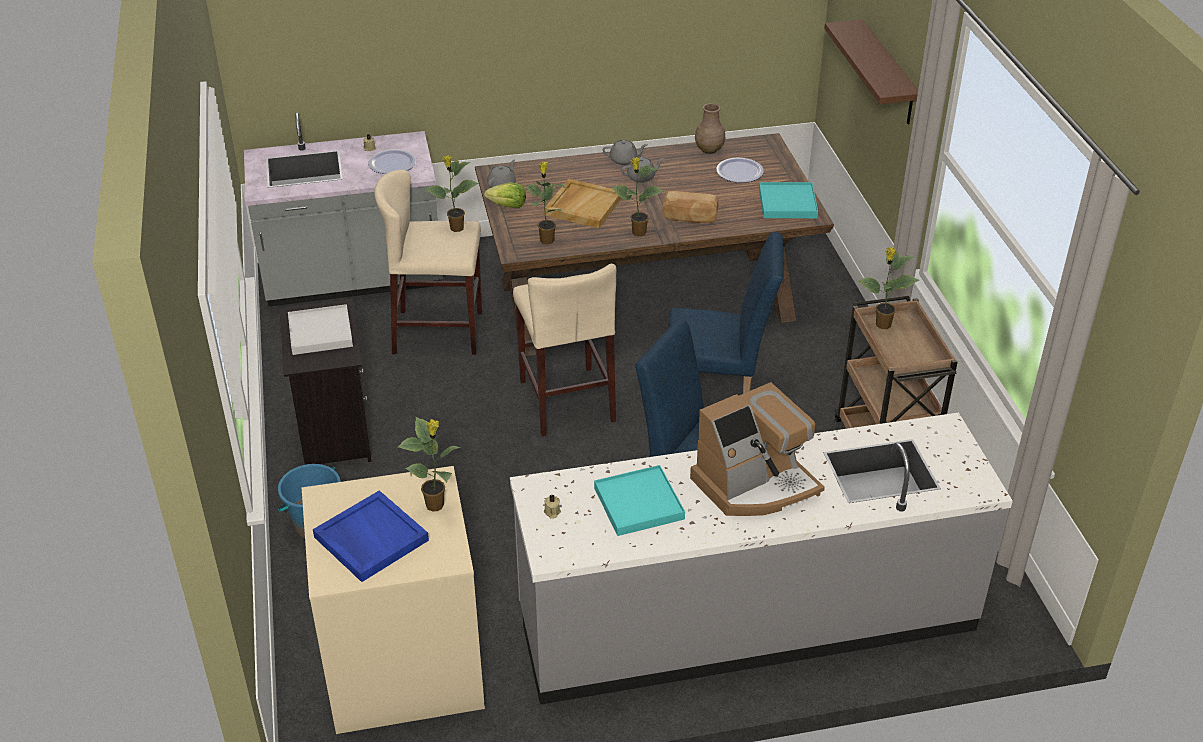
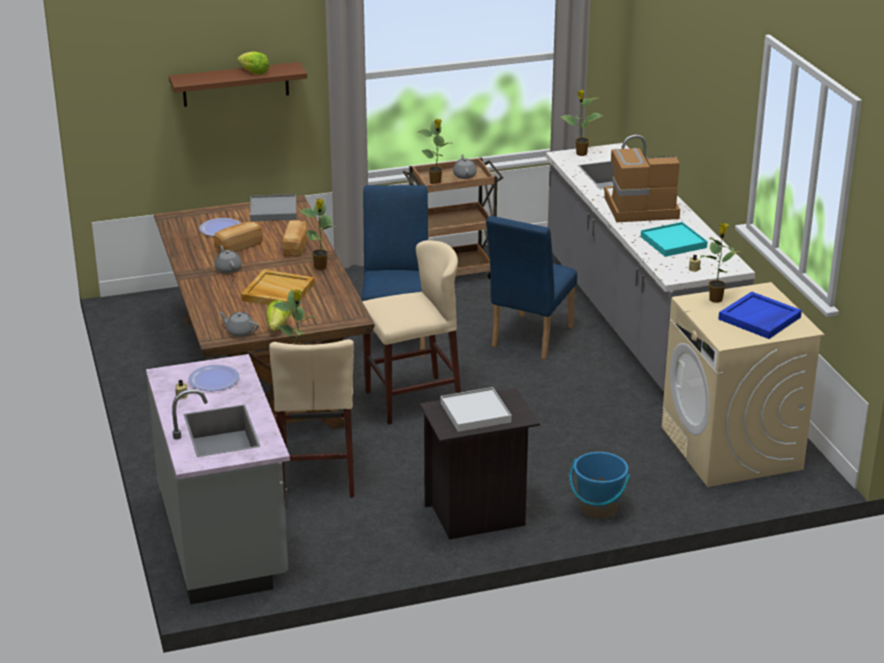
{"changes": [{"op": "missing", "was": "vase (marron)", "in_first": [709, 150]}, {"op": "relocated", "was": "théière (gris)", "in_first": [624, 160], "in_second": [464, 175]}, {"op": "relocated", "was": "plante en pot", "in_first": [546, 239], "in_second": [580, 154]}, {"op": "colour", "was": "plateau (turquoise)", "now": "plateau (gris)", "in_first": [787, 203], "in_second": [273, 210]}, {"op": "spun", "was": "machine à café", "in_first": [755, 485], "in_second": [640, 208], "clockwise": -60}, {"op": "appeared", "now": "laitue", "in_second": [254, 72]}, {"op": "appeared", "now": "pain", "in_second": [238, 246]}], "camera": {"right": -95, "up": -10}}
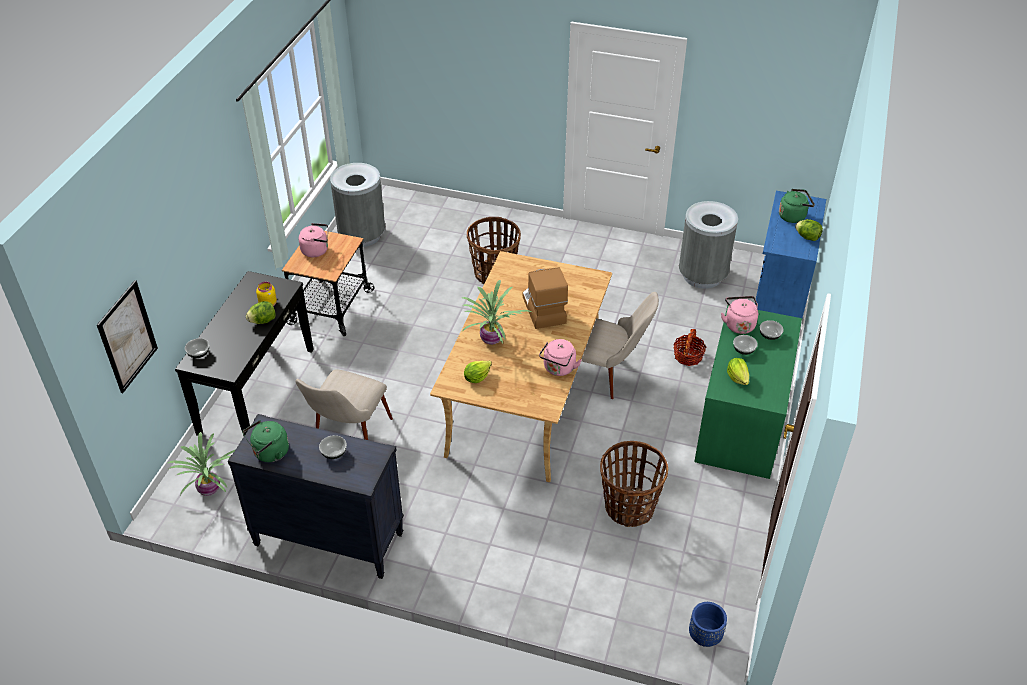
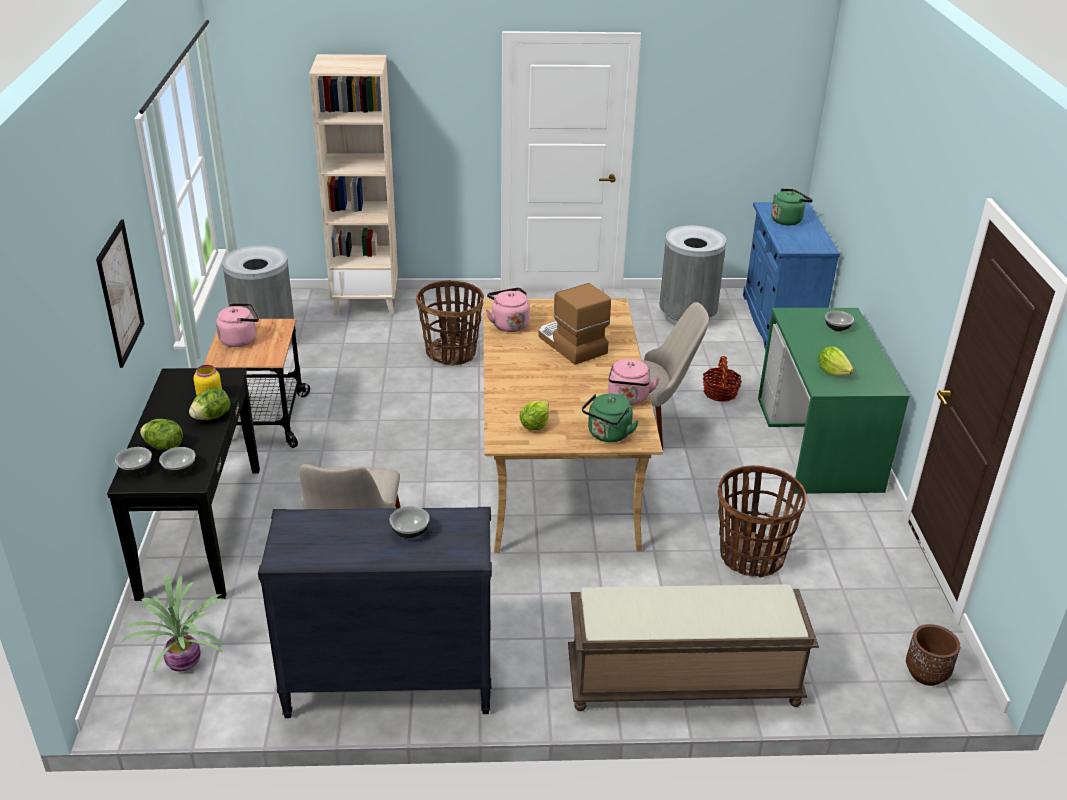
{"changes": [{"op": "relocated", "was": "laitue", "in_first": [807, 237], "in_second": [164, 446]}, {"op": "relocated", "was": "tableau", "in_first": [127, 337], "in_second": [120, 293]}, {"op": "missing", "was": "plante en pot", "in_first": [493, 340]}, {"op": "relocated", "was": "bouilloire (rose)", "in_first": [738, 324], "in_second": [509, 324]}, {"op": "relocated", "was": "bol", "in_first": [743, 350], "in_second": [179, 469]}, {"op": "relocated", "was": "bouilloire (vert)", "in_first": [269, 453], "in_second": [608, 435]}, {"op": "colour", "was": "cache-pot (bleu)", "now": "cache-pot (marron)", "in_first": [705, 636], "in_second": [926, 674]}, {"op": "appeared", "now": "bibliothèque (beige)", "in_second": [366, 302]}, {"op": "appeared", "now": "banc (marron)", "in_second": [681, 682]}], "camera": {"right": -20, "up": -10}}
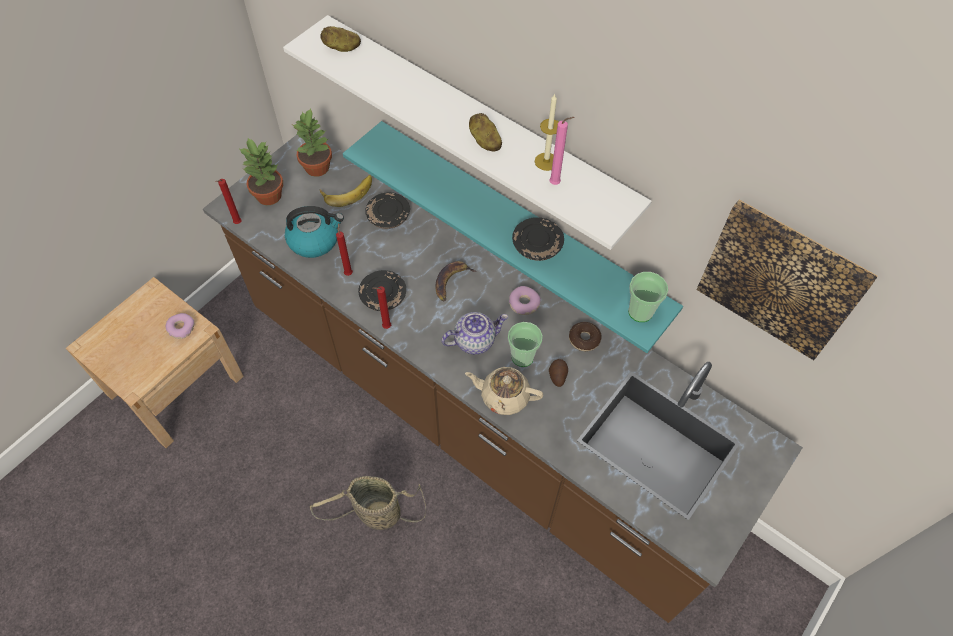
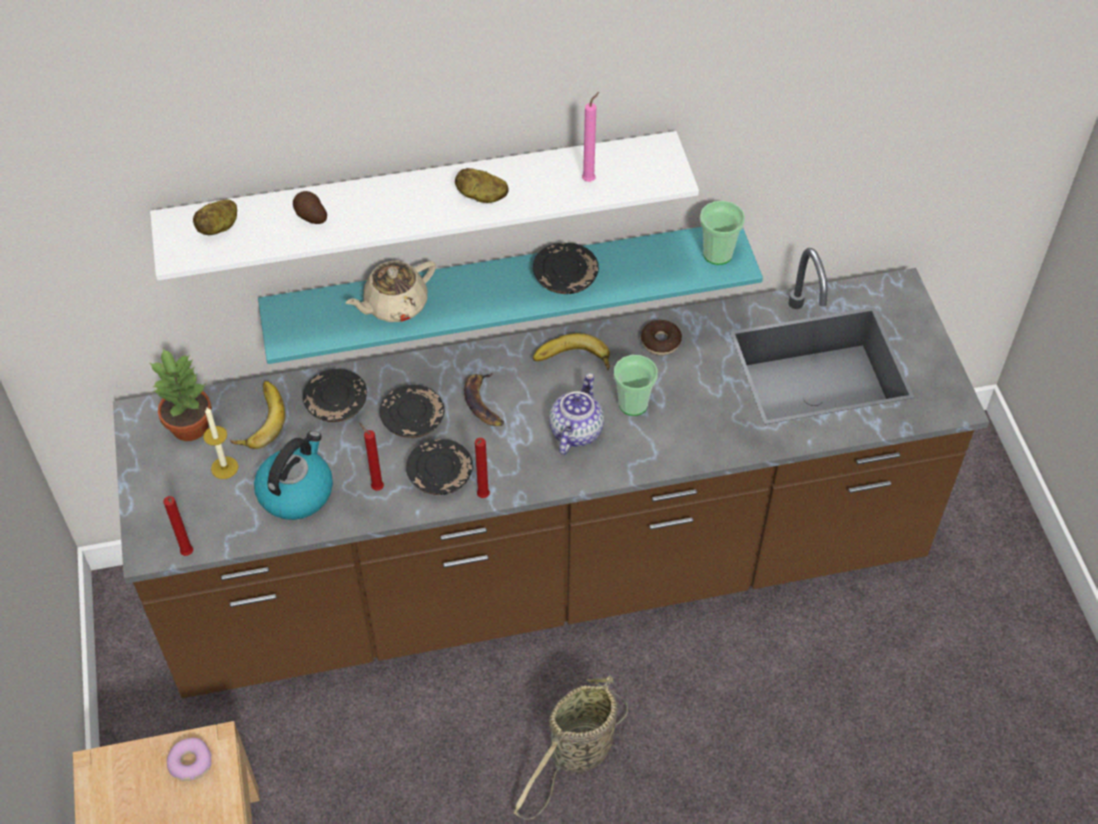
{"changes": [{"op": "relocated", "was": "bougie", "in_first": [546, 161], "in_second": [224, 467]}, {"op": "missing", "was": "plante en pot", "in_first": [269, 195]}, {"op": "missing", "was": "tableau", "in_first": [781, 279]}, {"op": "exchanged", "was": "beignet", "now": "banane", "in_first": [523, 304], "in_second": [572, 361]}, {"op": "relocated", "was": "pomme de terre", "in_first": [557, 375], "in_second": [310, 216]}, {"op": "relocated", "was": "théière (beige)", "in_first": [504, 396], "in_second": [394, 305]}, {"op": "appeared", "now": "assiette (noir)", "in_second": [412, 419]}], "camera": {"right": -50, "up": -5}}
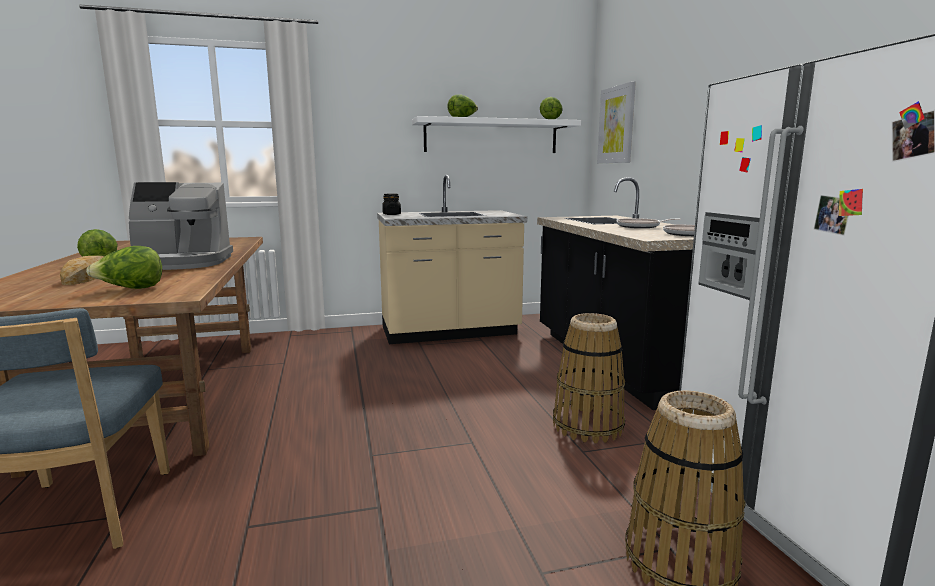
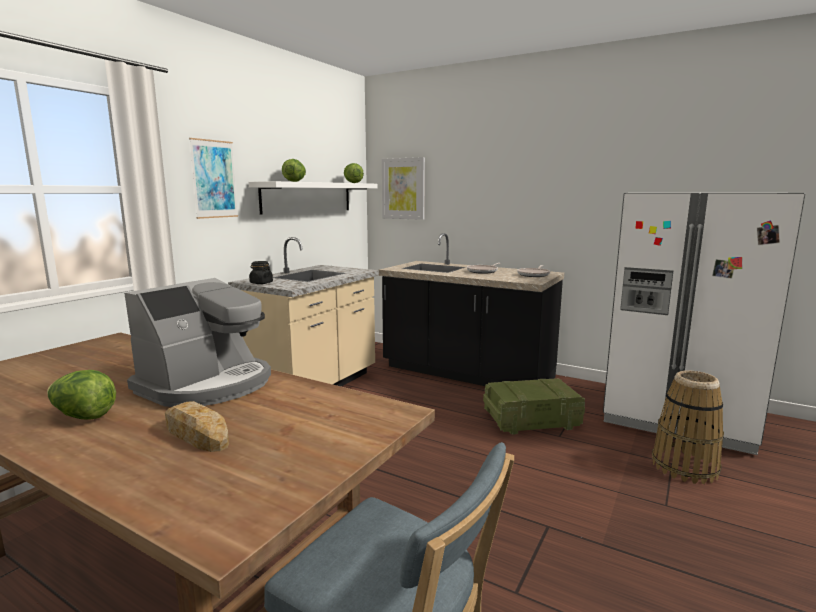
{"changes": [{"op": "missing", "was": "laitue", "in_first": [131, 289]}, {"op": "exchanged", "was": "panier", "now": "caisse", "in_first": [588, 426], "in_second": [532, 420]}, {"op": "appeared", "now": "tableau", "in_second": [214, 179]}], "camera": {"right": -45, "up": 0}}
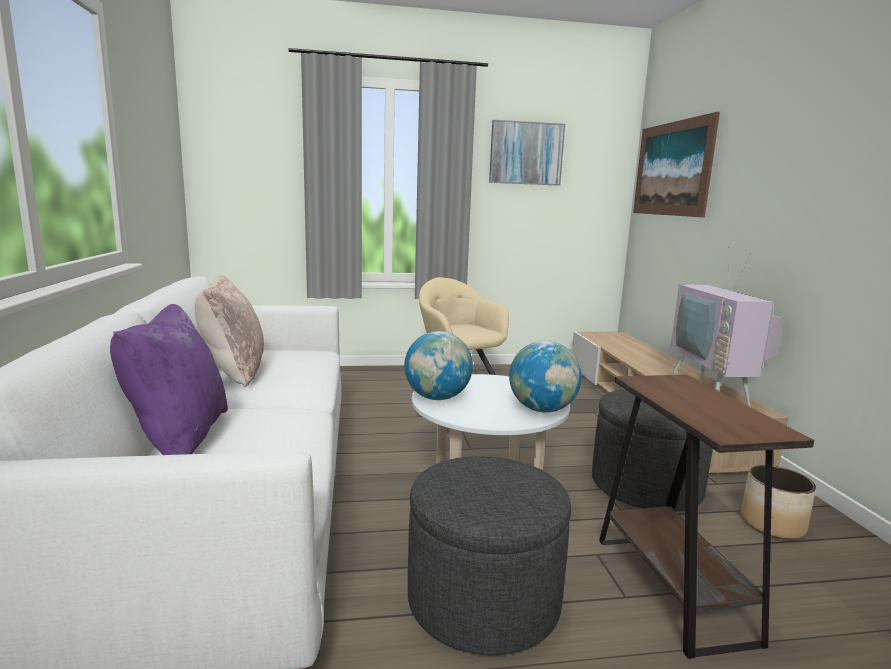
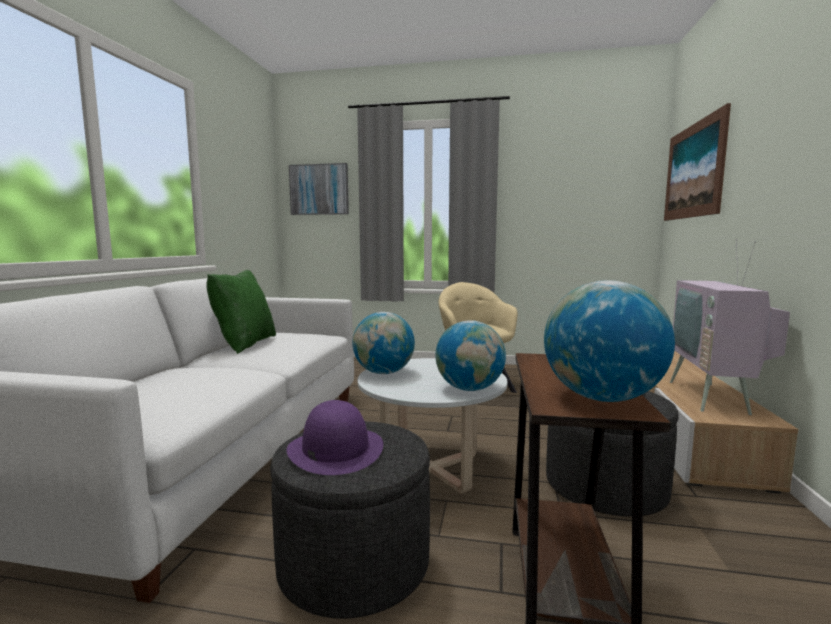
{"changes": [{"op": "relocated", "was": "tableau", "in_first": [526, 153], "in_second": [319, 189]}, {"op": "colour", "was": "coussin (beige)", "now": "coussin (vert)", "in_first": [233, 372], "in_second": [244, 344]}, {"op": "missing", "was": "coussin (violet)", "in_first": [179, 437]}, {"op": "missing", "was": "cache-pot", "in_first": [773, 524]}, {"op": "appeared", "now": "globe", "in_second": [601, 398]}, {"op": "appeared", "now": "chapeau (violet)", "in_second": [335, 449]}], "camera": {"right": 20, "up": -5}}
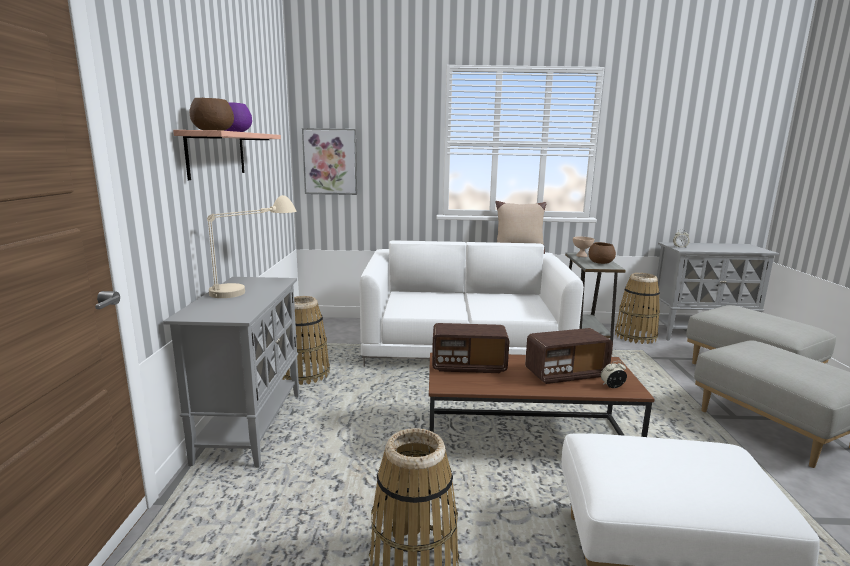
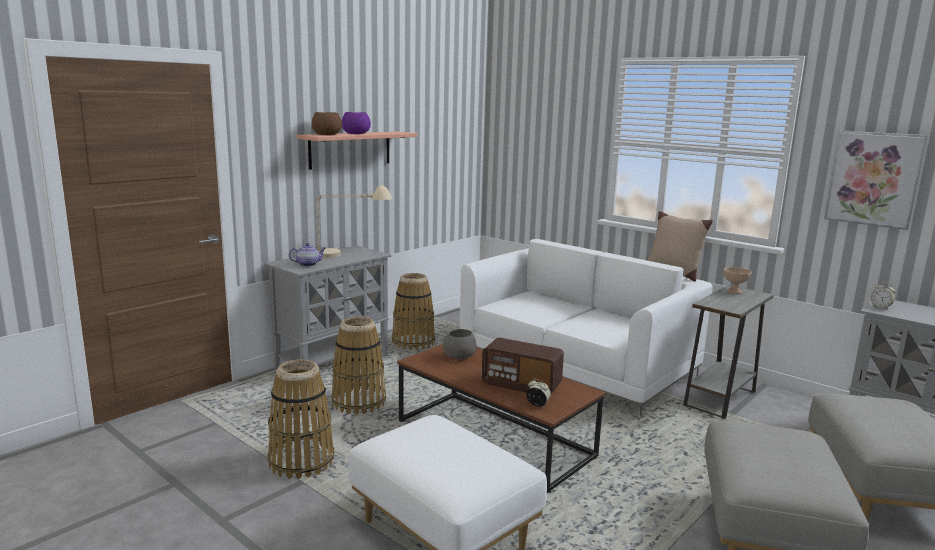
{"changes": [{"op": "relocated", "was": "tableau", "in_first": [330, 161], "in_second": [874, 178]}, {"op": "missing", "was": "bol (marron)", "in_first": [600, 262]}, {"op": "relocated", "was": "panier", "in_first": [635, 336], "in_second": [359, 402]}, {"op": "exchanged", "was": "radio", "now": "bol (gris)", "in_first": [468, 366], "in_second": [459, 356]}, {"op": "appeared", "now": "théière", "in_second": [308, 264]}], "camera": {"right": 40, "up": 0}}
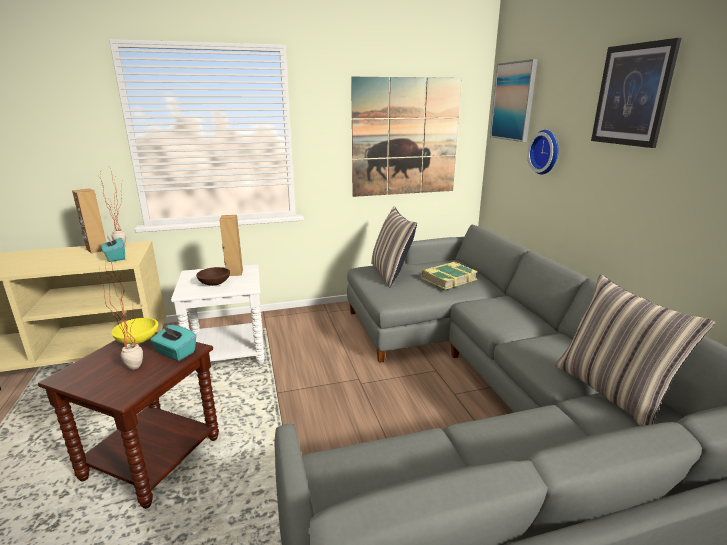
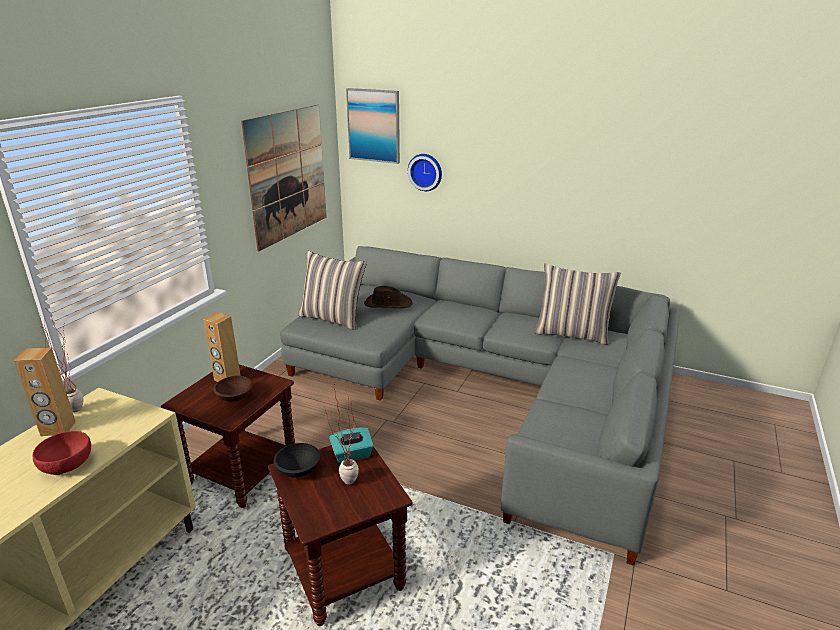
{"changes": [{"op": "missing", "was": "tableau", "in_first": [632, 95]}, {"op": "missing", "was": "boîte à mouchoirs (turquoise)", "in_first": [115, 257]}, {"op": "exchanged", "was": "livre", "now": "chapeau (marron)", "in_first": [448, 279], "in_second": [388, 304]}, {"op": "colour", "was": "table d'appoint (blanc)", "now": "table d'appoint (marron)", "in_first": [228, 352], "in_second": [241, 470]}, {"op": "colour", "was": "bol (jaune)", "now": "bol (noir)", "in_first": [138, 340], "in_second": [297, 469]}, {"op": "appeared", "now": "bol (rouge)", "in_second": [68, 464]}], "camera": {"right": -50, "up": 5}}
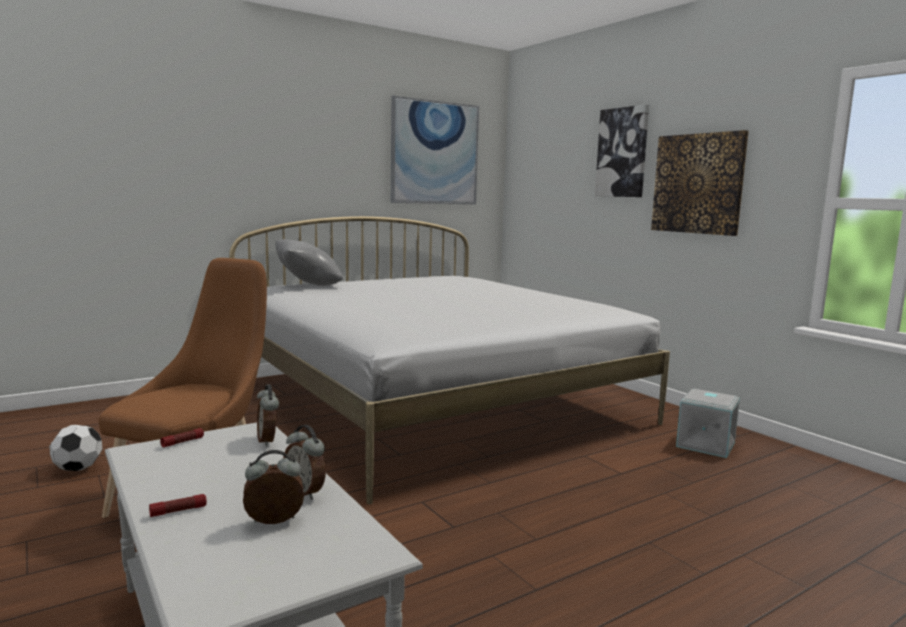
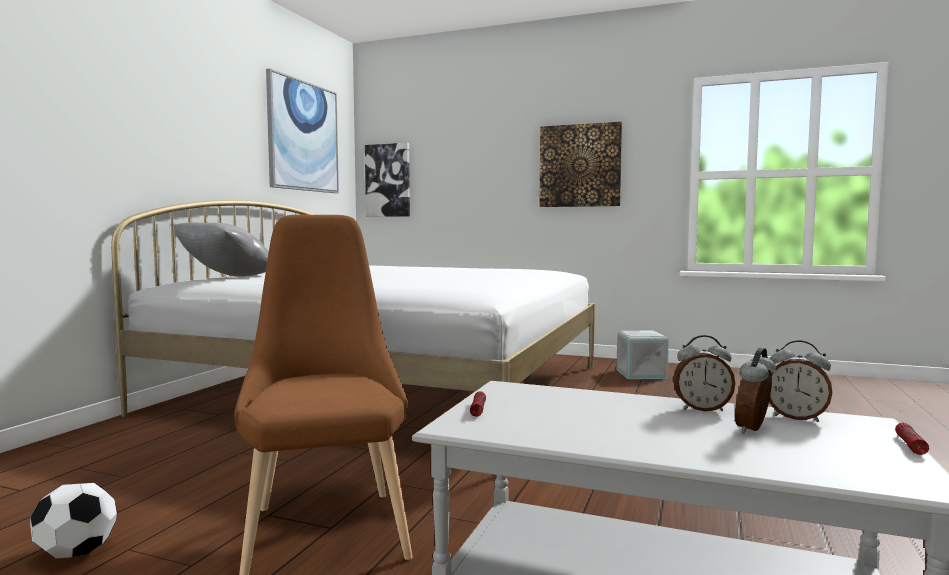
{"changes": [{"op": "relocated", "was": "tableau", "in_first": [622, 152], "in_second": [388, 180]}, {"op": "relocated", "was": "réveil", "in_first": [268, 441], "in_second": [796, 417]}, {"op": "relocated", "was": "lampe de poche", "in_first": [178, 511], "in_second": [910, 445]}], "camera": {"right": -35, "up": -5}}
